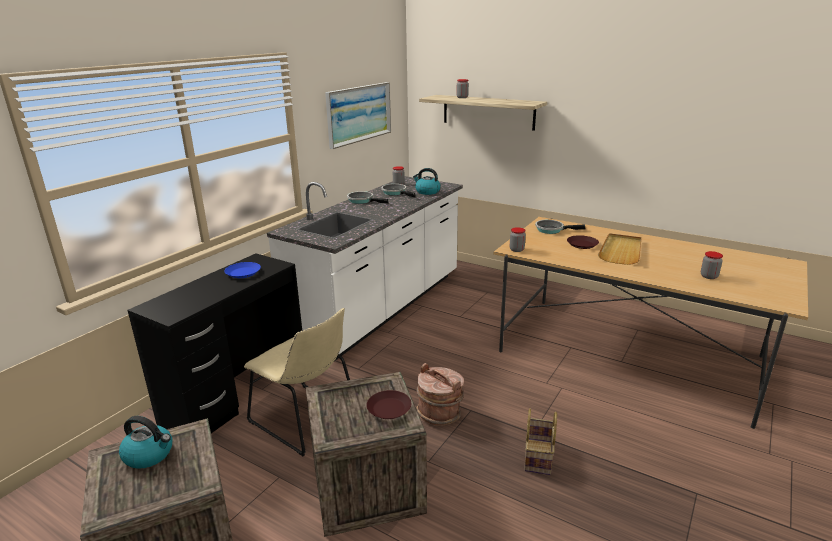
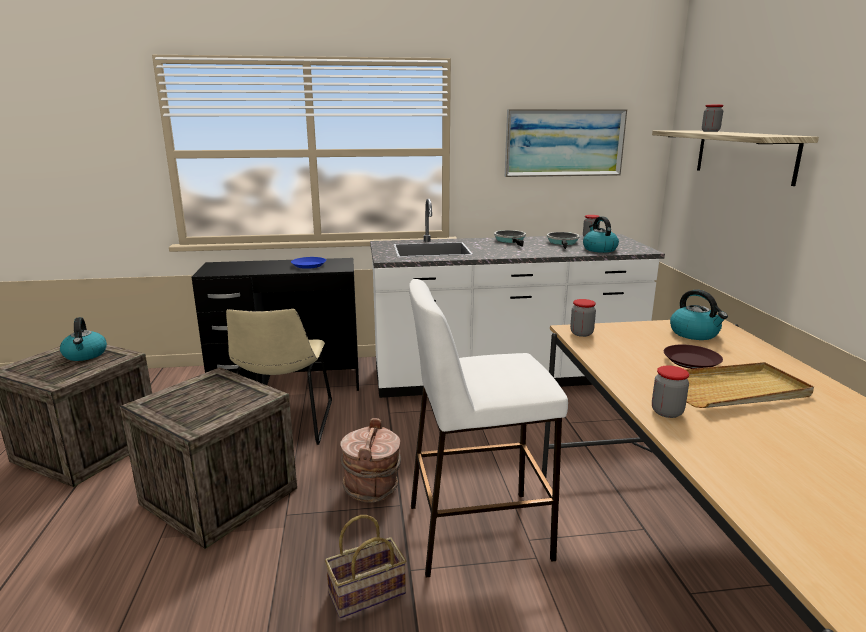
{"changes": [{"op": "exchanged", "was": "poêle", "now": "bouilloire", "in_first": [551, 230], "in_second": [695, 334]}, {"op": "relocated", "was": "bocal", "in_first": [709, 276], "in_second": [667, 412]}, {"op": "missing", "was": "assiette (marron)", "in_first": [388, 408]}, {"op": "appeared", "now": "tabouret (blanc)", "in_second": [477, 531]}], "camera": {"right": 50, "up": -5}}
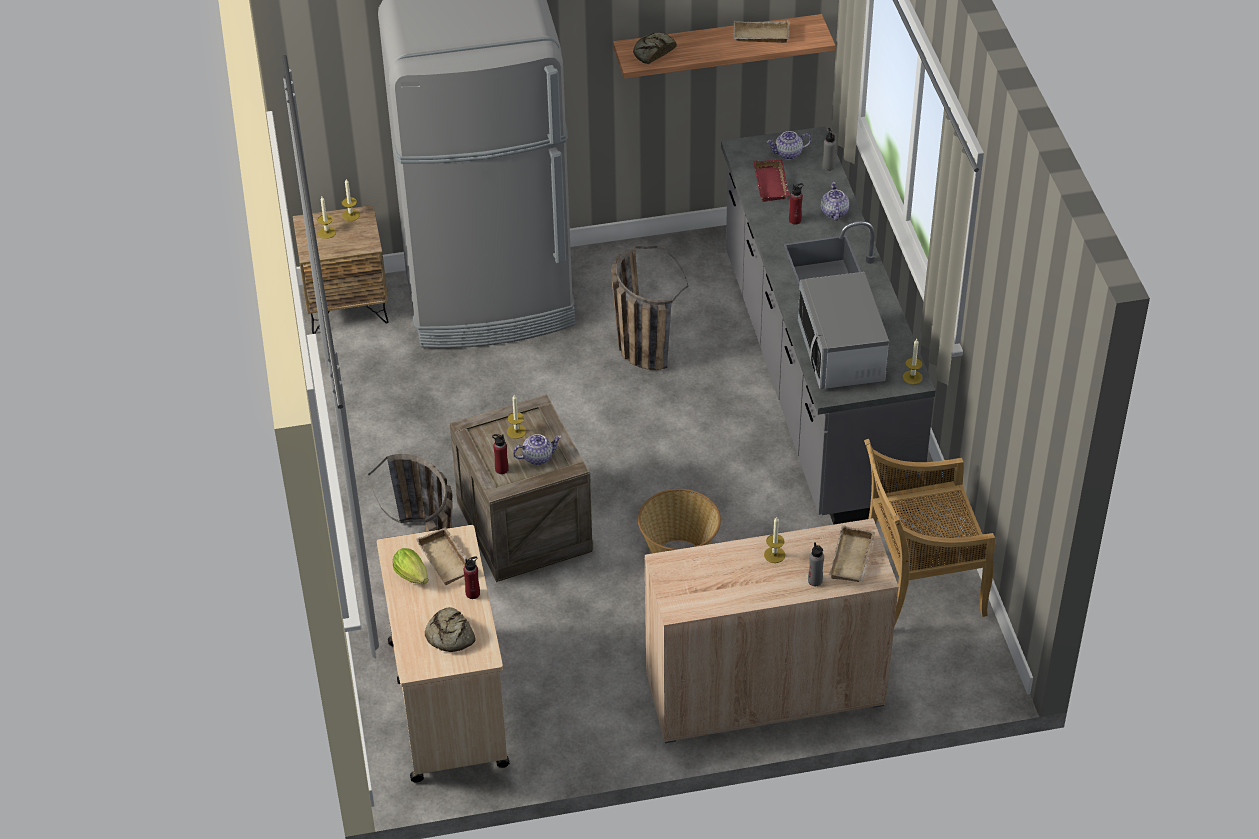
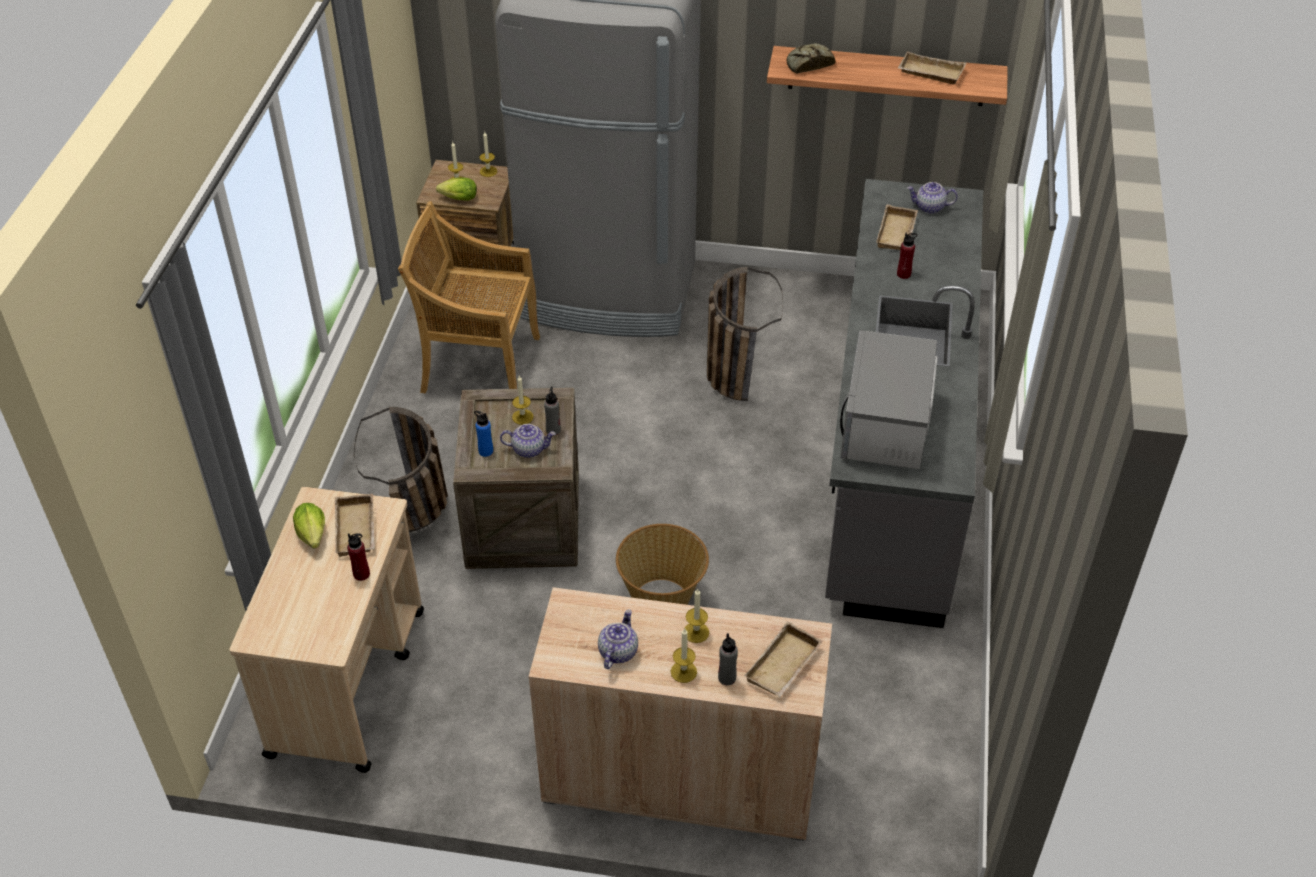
{"changes": [{"op": "relocated", "was": "bouteille (gris)", "in_first": [828, 167], "in_second": [553, 430]}, {"op": "colour", "was": "plateau (rouge)", "now": "plateau (beige)", "in_first": [772, 184], "in_second": [897, 233]}, {"op": "relocated", "was": "théière", "in_first": [833, 212], "in_second": [617, 651]}, {"op": "relocated", "was": "bougie", "in_first": [912, 377], "in_second": [683, 671]}, {"op": "colour", "was": "bouteille (rouge)", "now": "bouteille (bleu)", "in_first": [501, 469], "in_second": [485, 451]}, {"op": "relocated", "was": "chaise (beige)", "in_first": [918, 585], "in_second": [478, 364]}, {"op": "missing", "was": "pain", "in_first": [449, 635]}, {"op": "appeared", "now": "laitue", "in_second": [457, 199]}], "camera": {"right": 20, "up": 0}}
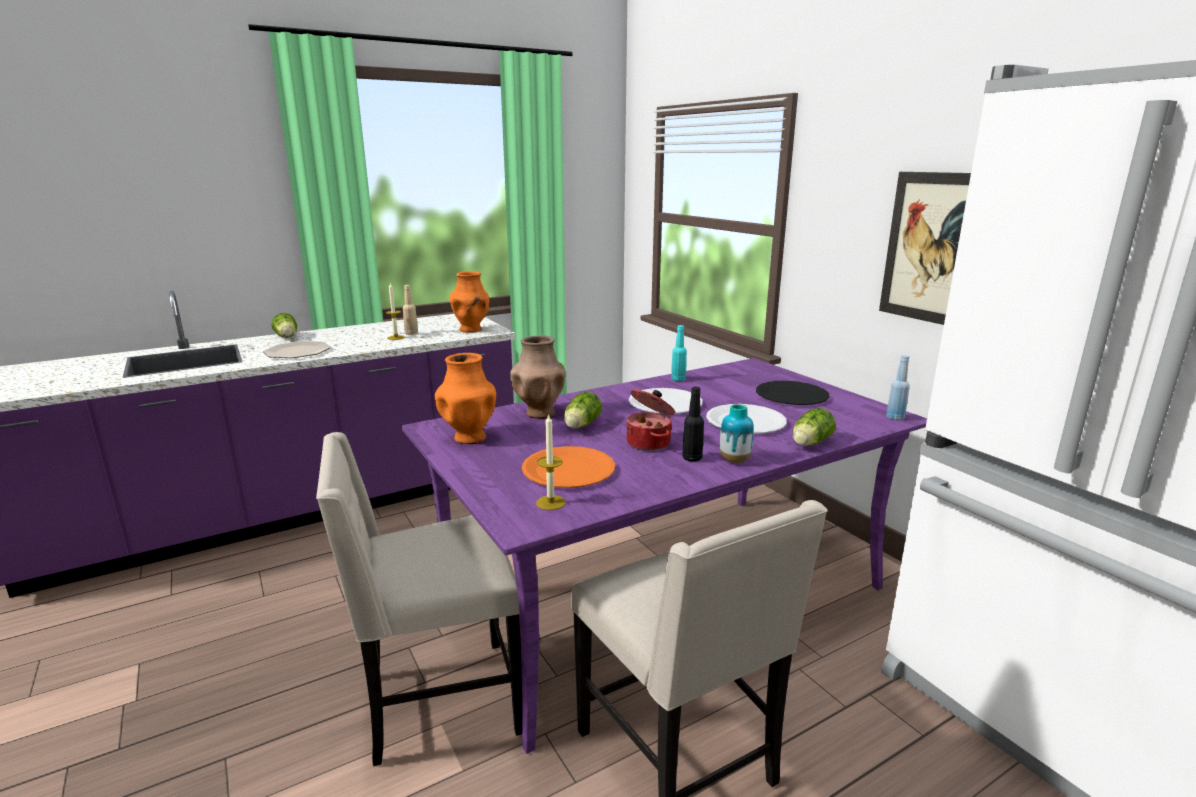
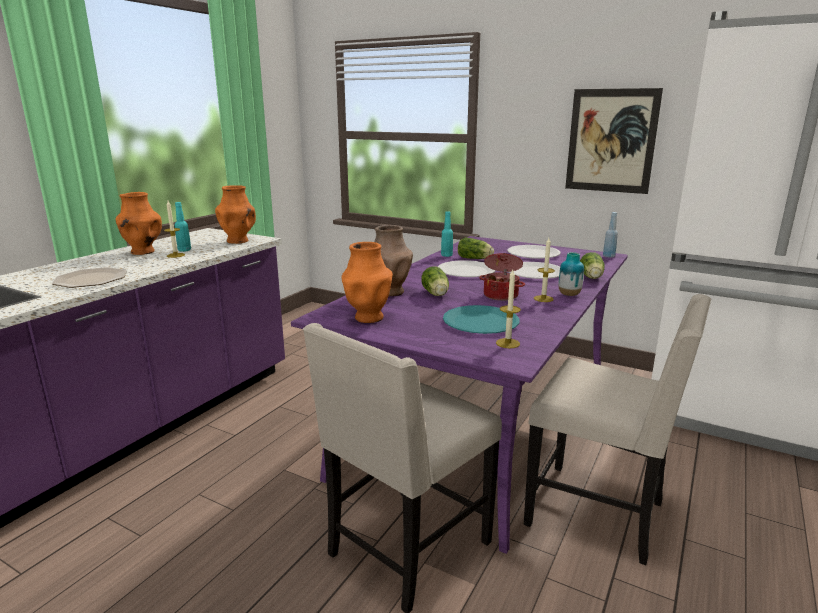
{"changes": [{"op": "colour", "was": "bouteille (beige)", "now": "bouteille (turquoise)", "in_first": [411, 333], "in_second": [184, 250]}, {"op": "relocated", "was": "laitue", "in_first": [286, 337], "in_second": [475, 259]}, {"op": "colour", "was": "assiette (noir)", "now": "assiette (blanc)", "in_first": [792, 395], "in_second": [533, 253]}, {"op": "exchanged", "was": "bouteille (noir)", "now": "bougie", "in_first": [692, 458], "in_second": [543, 298]}, {"op": "colour", "was": "assiette (orange)", "now": "assiette (turquoise)", "in_first": [568, 470], "in_second": [481, 322]}, {"op": "appeared", "now": "vase (orange)", "in_second": [143, 252]}], "camera": {"right": -30, "up": 0}}
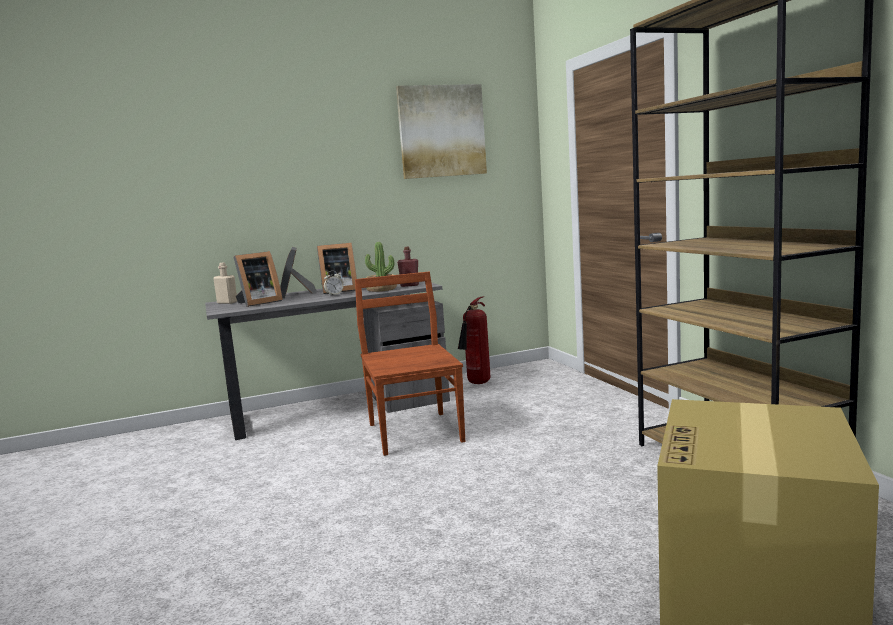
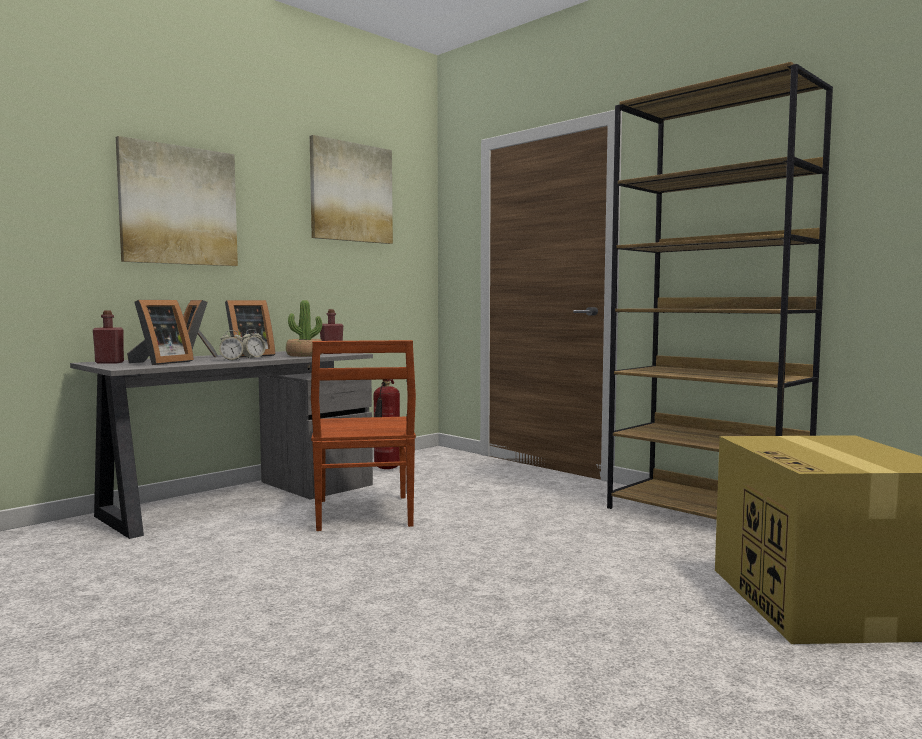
{"changes": [{"op": "colour", "was": "bouteille (beige)", "now": "bouteille (rouge)", "in_first": [227, 302], "in_second": [109, 362]}, {"op": "spun", "was": "chaise (marron)", "in_first": [415, 431], "in_second": [363, 513], "clockwise": -150}, {"op": "appeared", "now": "tableau", "in_second": [178, 205]}, {"op": "appeared", "now": "réveil", "in_second": [232, 360]}], "camera": {"right": -25, "up": -5}}
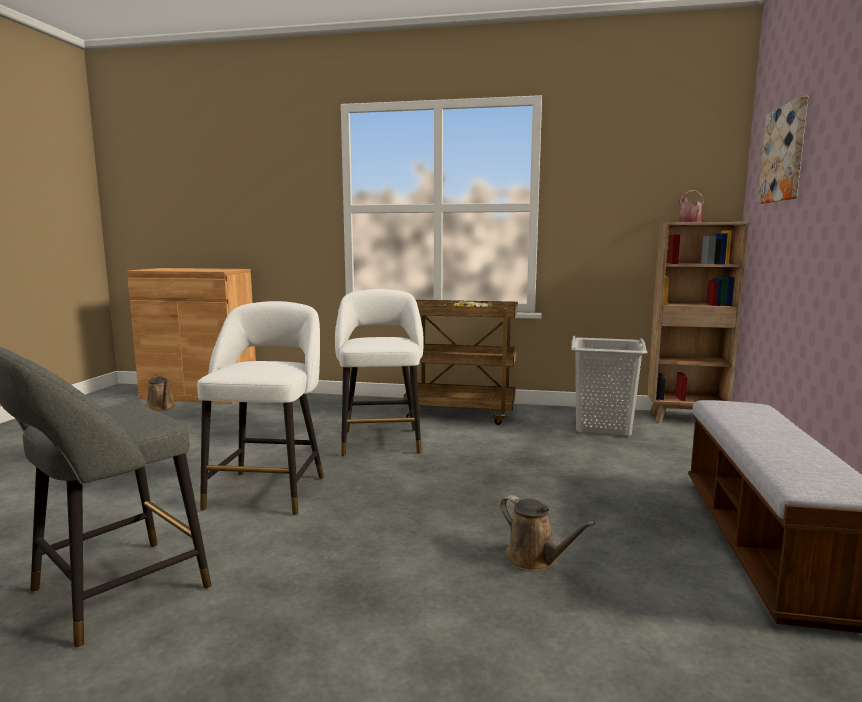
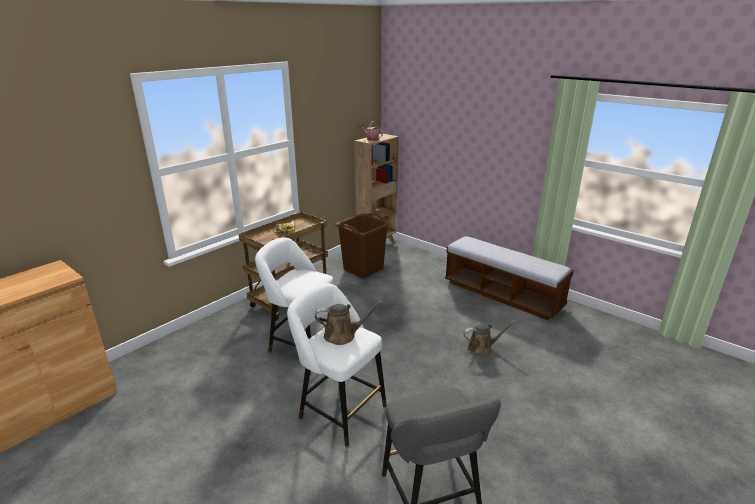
{"changes": [{"op": "missing", "was": "tableau", "in_first": [784, 154]}, {"op": "colour", "was": "panier à linge (gris)", "now": "panier à linge (marron)", "in_first": [603, 428], "in_second": [363, 269]}, {"op": "relocated", "was": "arrosoir (marron)", "in_first": [161, 408], "in_second": [343, 335]}], "camera": {"right": -60, "up": 15}}
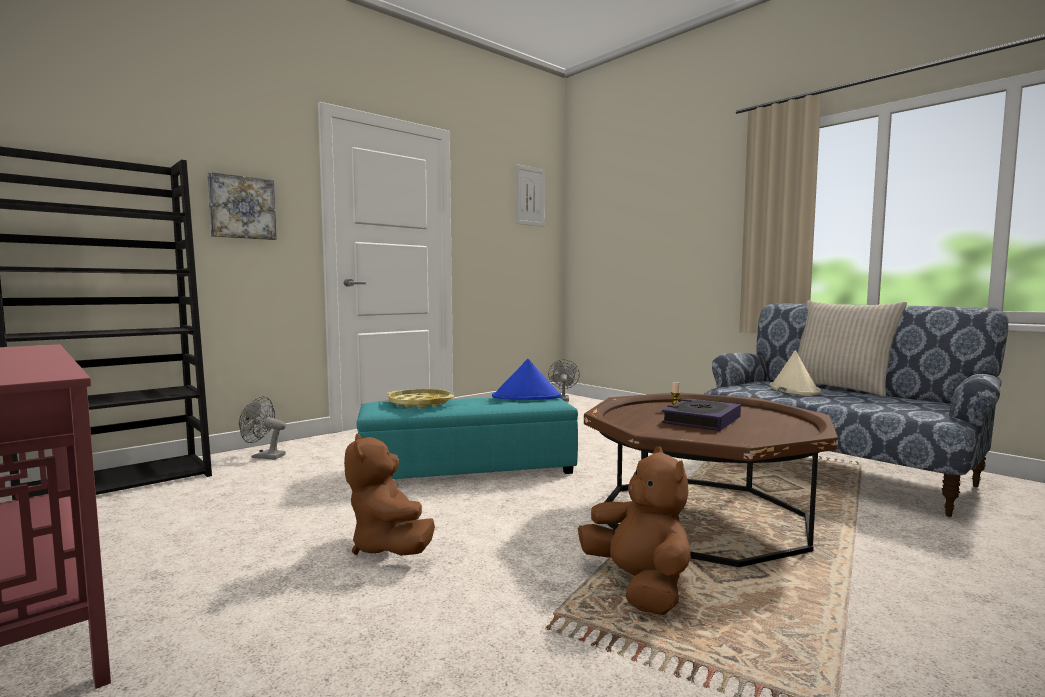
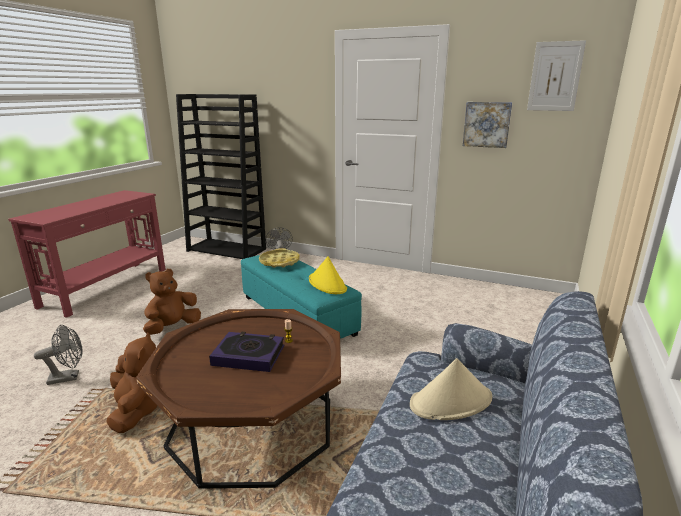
{"changes": [{"op": "relocated", "was": "tableau", "in_first": [242, 207], "in_second": [487, 124]}, {"op": "missing", "was": "coussin (beige)", "in_first": [840, 388]}, {"op": "colour", "was": "chapeau (bleu)", "now": "chapeau (jaune)", "in_first": [527, 397], "in_second": [327, 284]}, {"op": "relocated", "was": "ventilateur (gris)", "in_first": [563, 399], "in_second": [69, 377]}, {"op": "spun", "was": "peluche (marron)", "in_first": [639, 586], "in_second": [136, 410], "clockwise": -60}], "camera": {"right": 65, "up": 15}}
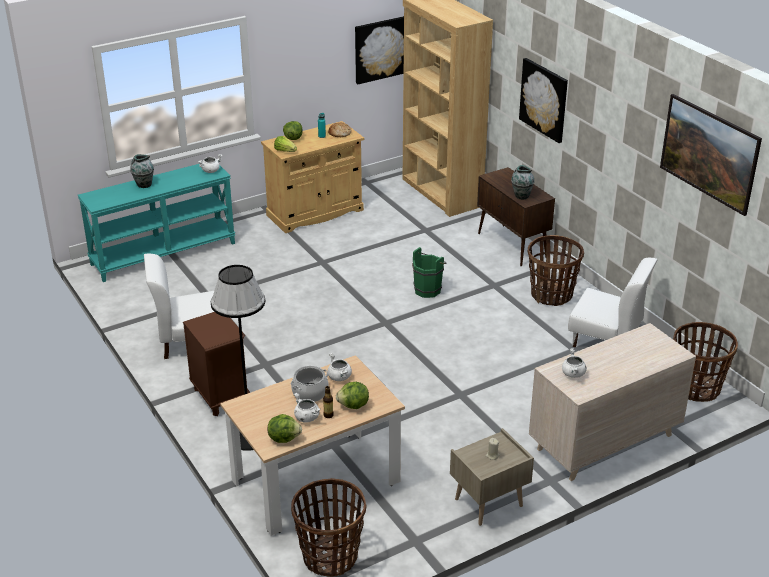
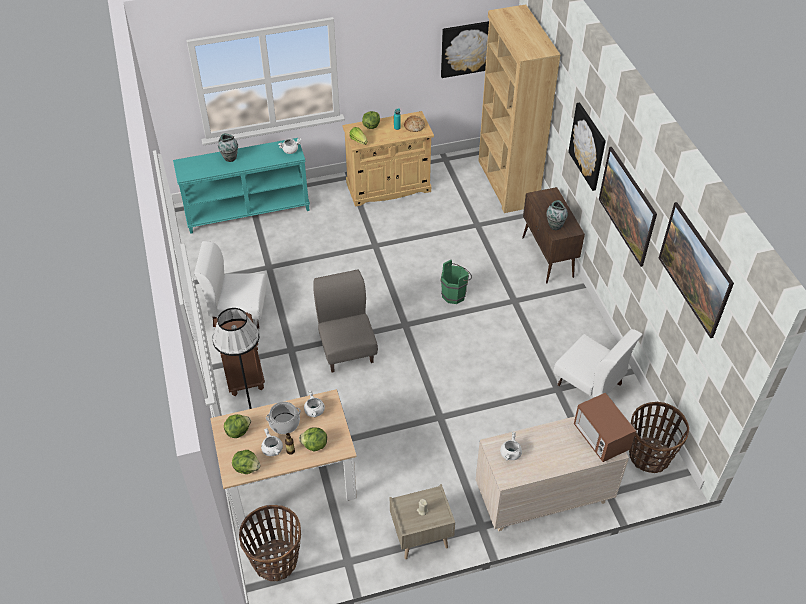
{"changes": [{"op": "missing", "was": "panier", "in_first": [551, 295]}, {"op": "appeared", "now": "tableau", "in_second": [624, 219]}, {"op": "appeared", "now": "chaise (gris)", "in_second": [347, 348]}, {"op": "appeared", "now": "micro-ondes", "in_second": [600, 438]}, {"op": "appeared", "now": "laitue", "in_second": [238, 431]}], "camera": {"right": 15, "up": 15}}
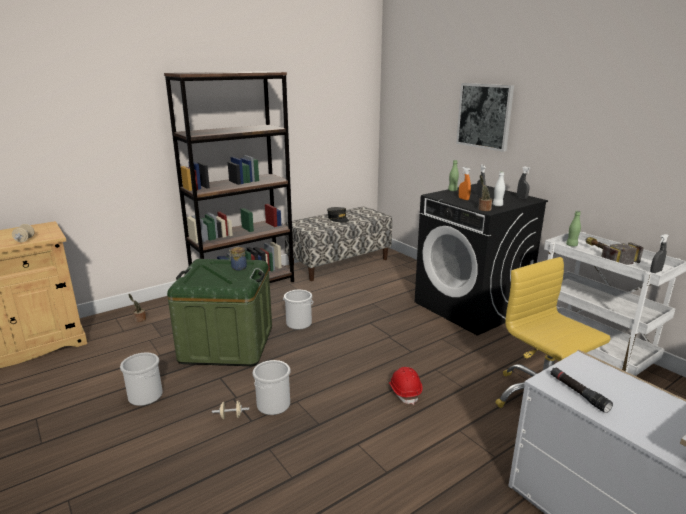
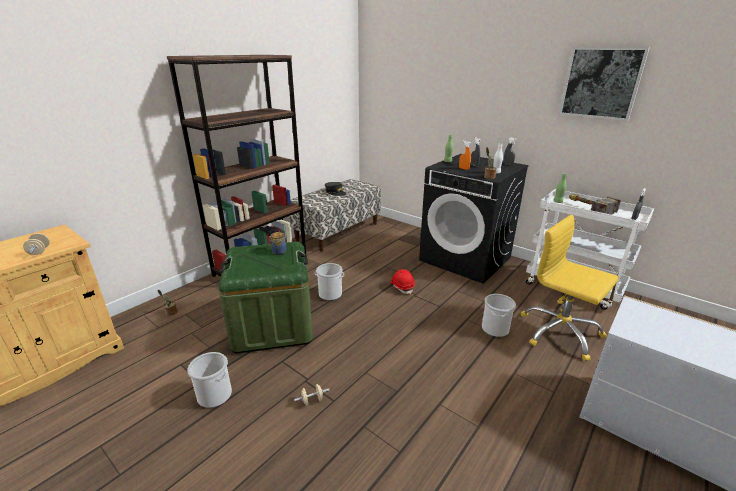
{"changes": [{"op": "relocated", "was": "tableau", "in_first": [484, 116], "in_second": [601, 83]}, {"op": "relocated", "was": "seau", "in_first": [273, 404], "in_second": [495, 328]}, {"op": "relocated", "was": "casque de chantier (rouge)", "in_first": [405, 391], "in_second": [402, 287]}, {"op": "missing", "was": "lampe de poche (noir)", "in_first": [578, 393]}], "camera": {"right": -15, "up": 5}}
